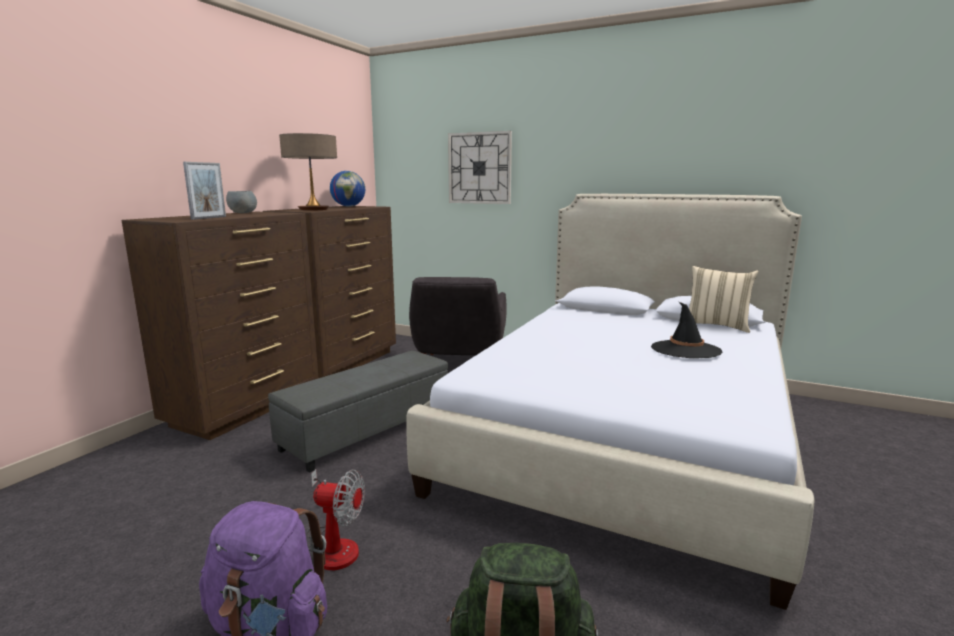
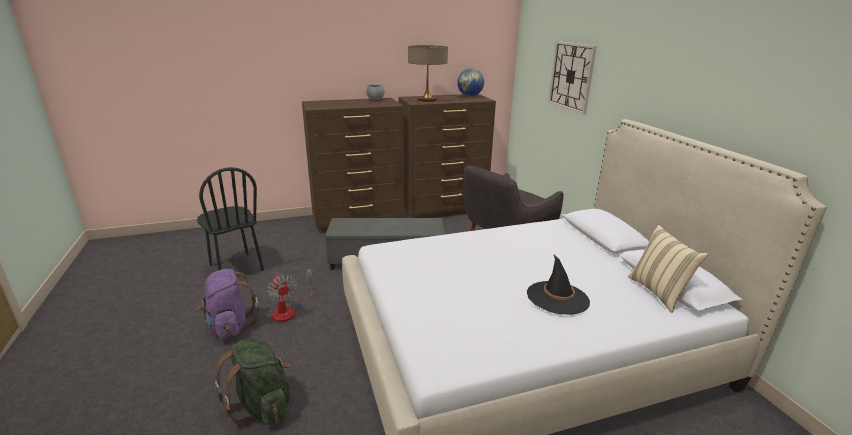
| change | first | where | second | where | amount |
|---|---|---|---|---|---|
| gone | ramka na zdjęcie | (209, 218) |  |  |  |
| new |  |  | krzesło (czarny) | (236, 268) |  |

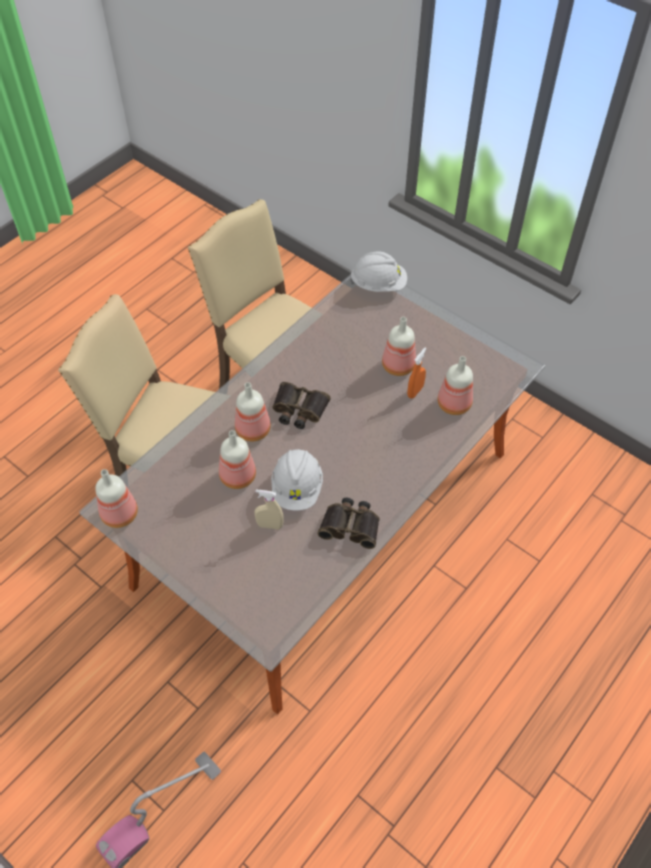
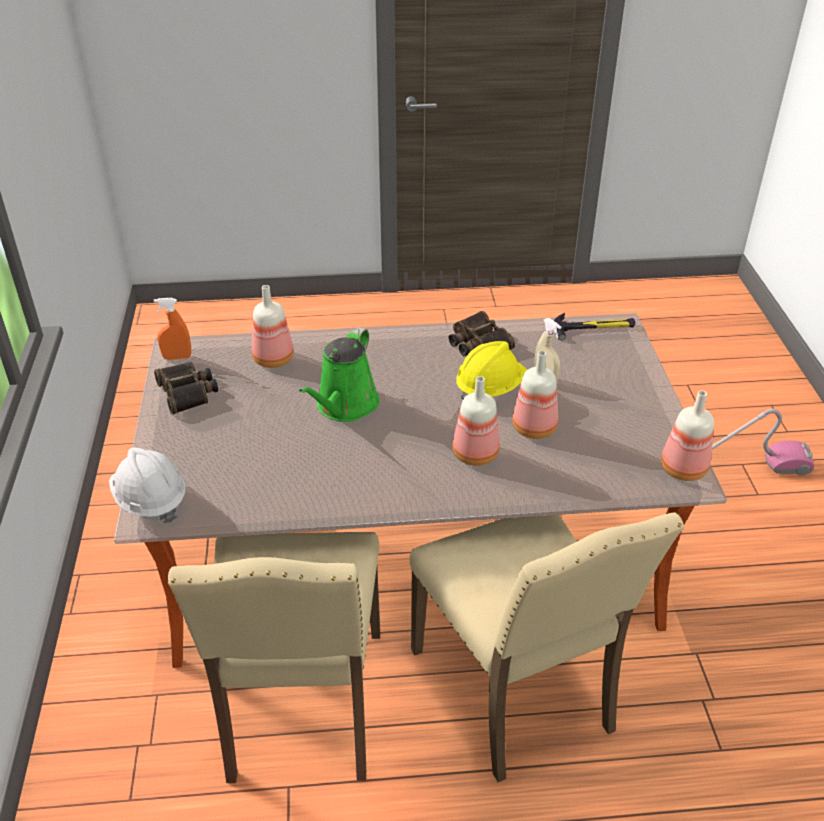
| change | first | where | second | where | amount |
|---|---|---|---|---|---|
| gone | butelka | (397, 366) |  |  |  |
| new |  |  | konewka (zielony) | (344, 406) |  |
| new |  |  | młotek | (593, 327) |  |
| shifted | lornetka | (298, 409) |  | (188, 392) |  |
| shifted | spryskiwacz (pomarańczowy) | (415, 391) |  | (177, 357) |  |
| repainted | kask (biały) | (297, 488) | kask (żółty) | (490, 388) |  |

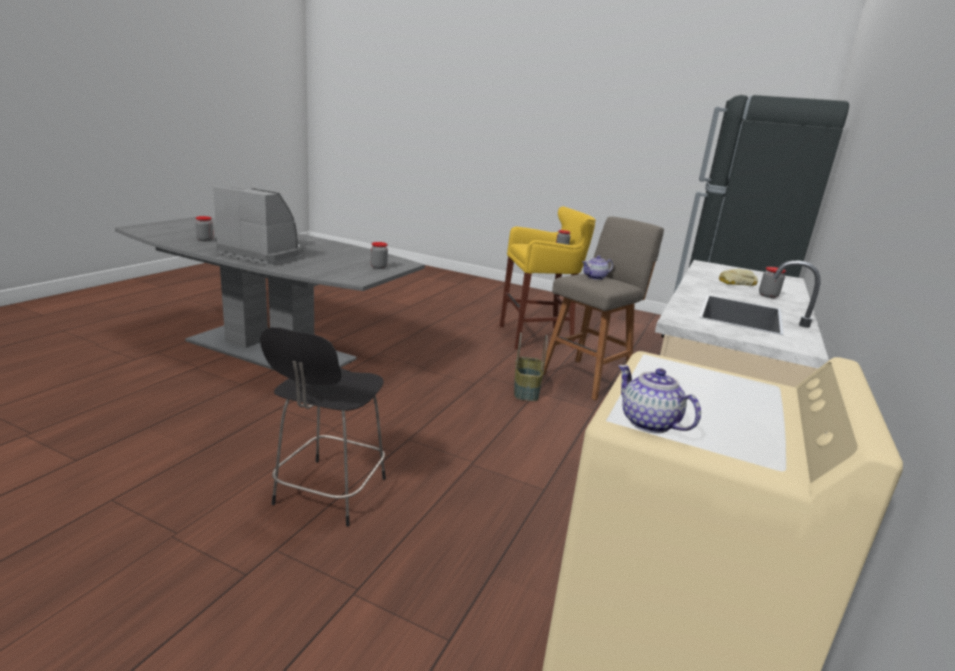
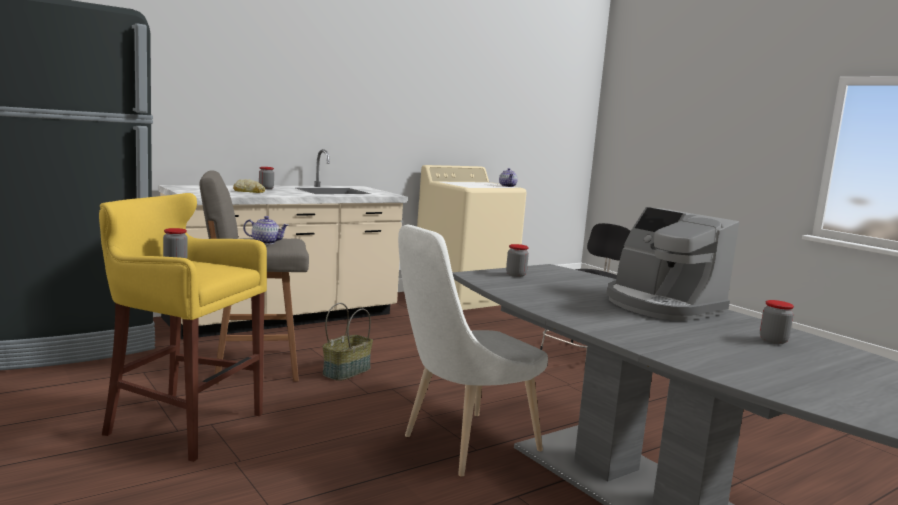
| change | first | where | second | where | amount |
|---|---|---|---|---|---|
| new |  |  | krzesło (biały) | (463, 446) |  |

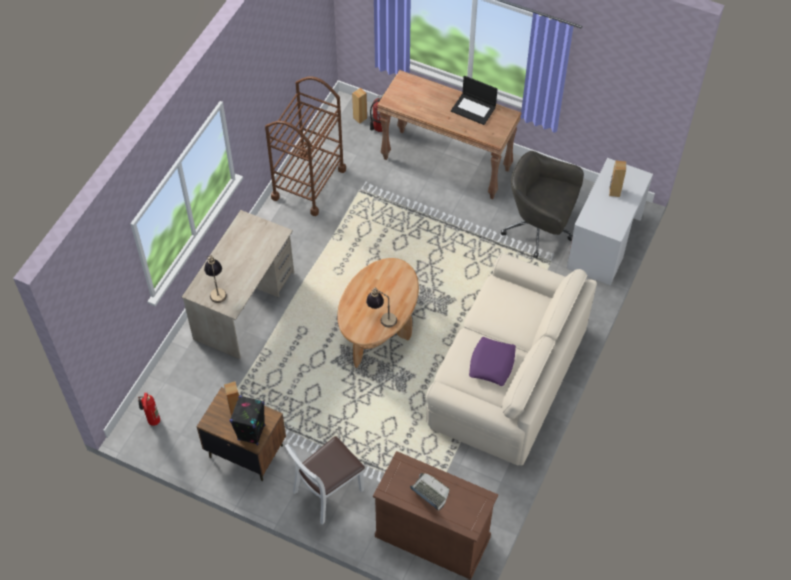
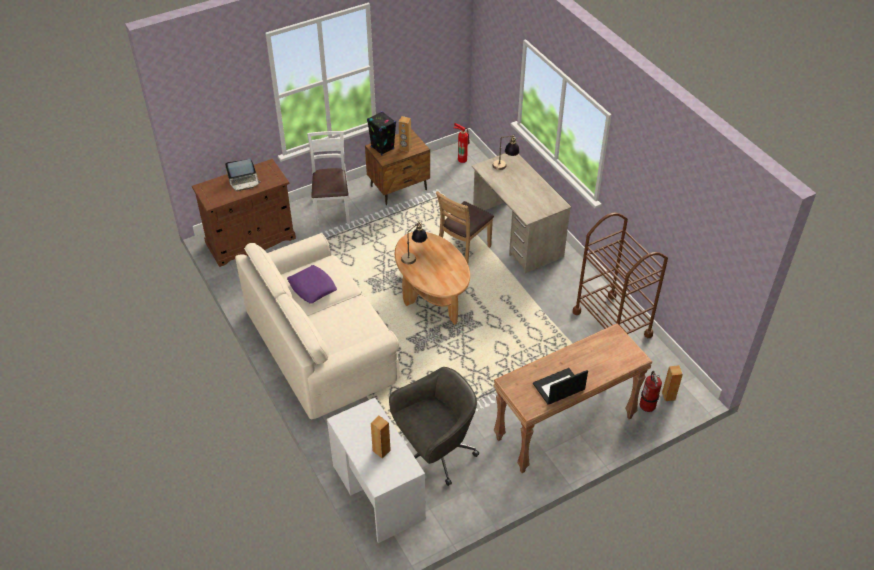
| change | first | where | second | where | amount |
|---|---|---|---|---|---|
| new |  |  | krzesło (brązowy) | (463, 251) |  |

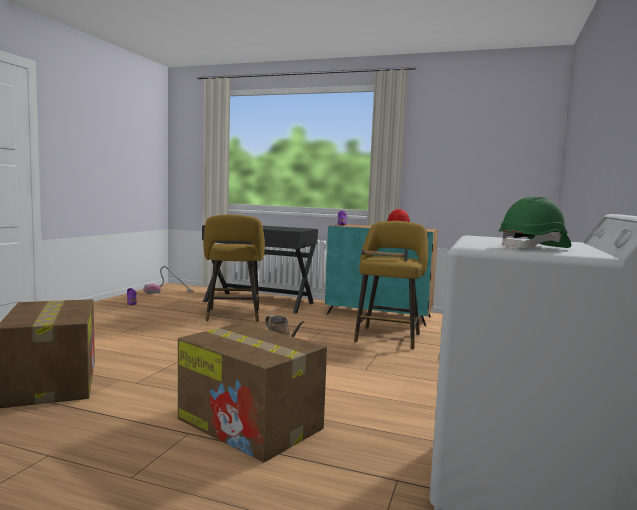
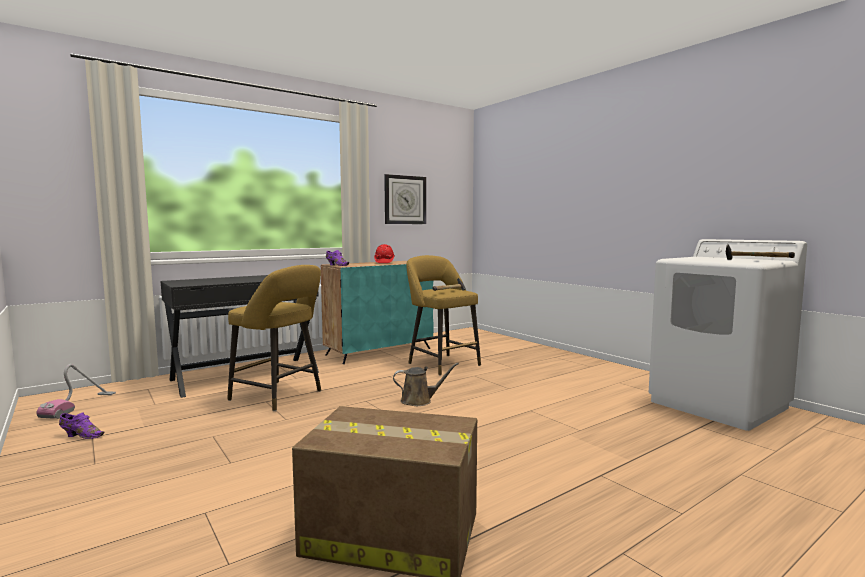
| change | first | where | second | where | amount |
|---|---|---|---|---|---|
| gone | karton | (251, 424) |  |  |  |
| new |  |  | zegar ścienny | (405, 200) |  |
| swapped | kask (zielony) | (534, 248) | młotek | (755, 261) |  |

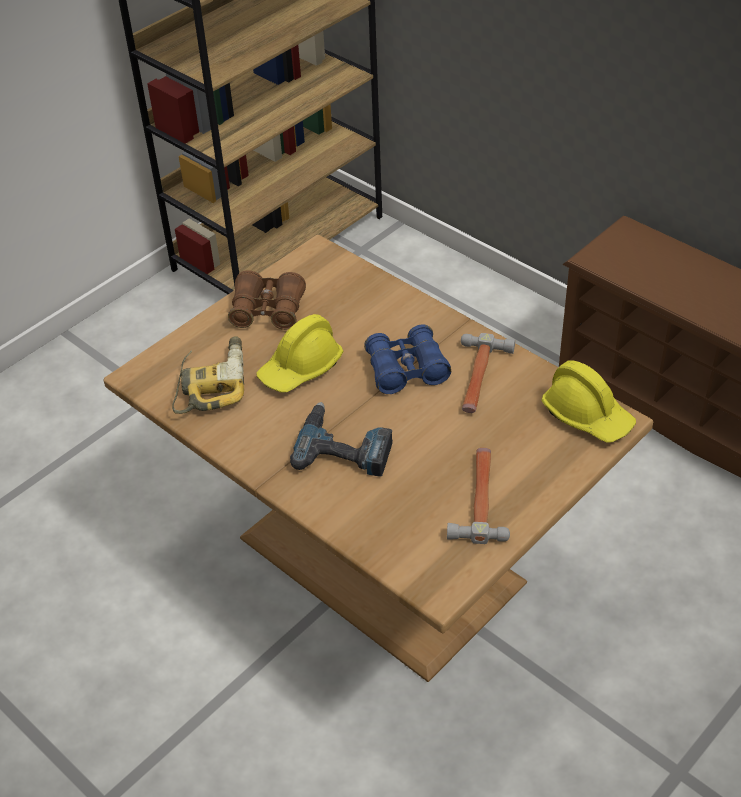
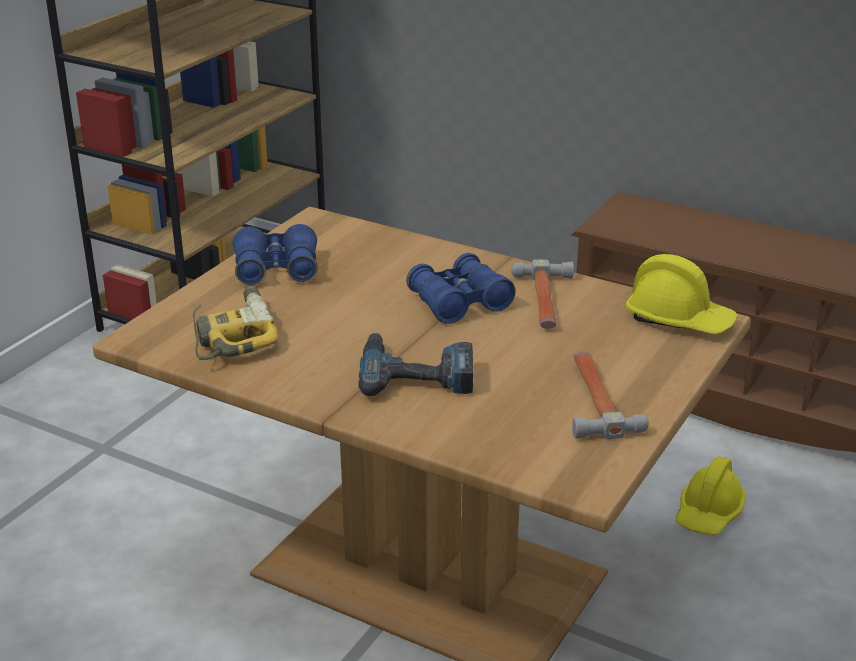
| change | first | where | second | where | amount |
|---|---|---|---|---|---|
| shifted | kask (żółty) | (301, 368) |  | (709, 513) |  |
| repainted | lornetka (brązowy) | (268, 311) | lornetka (niebieski) | (276, 270) |  |

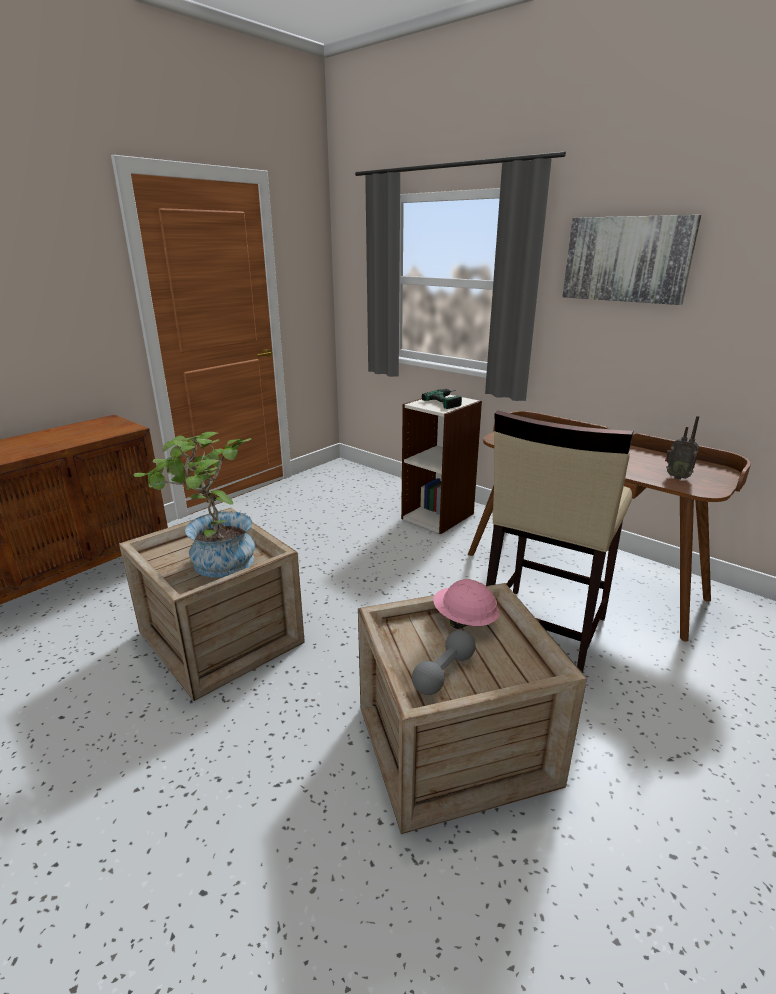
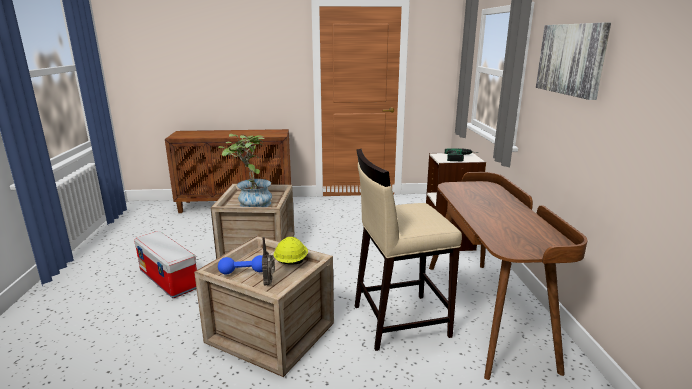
| change | first | where | second | where | amount |
|---|---|---|---|---|---|
| new |  |  | pojemnik do przechowywania | (169, 279) |  |
| shifted | radio | (677, 477) |  | (269, 283) |  |
| repainted | hantel (szary) | (444, 672) | hantel (niebieski) | (244, 272) |  |
| repainted | kask (różowy) | (464, 621) | kask (żółty) | (291, 262) |  |

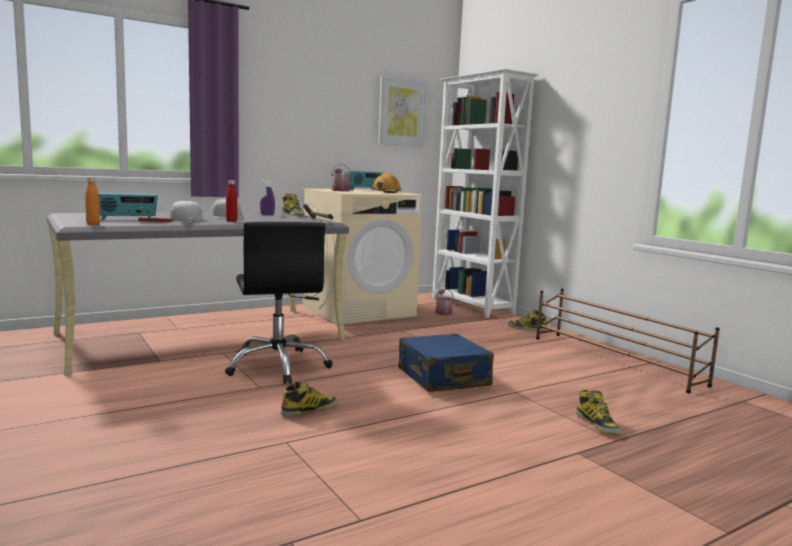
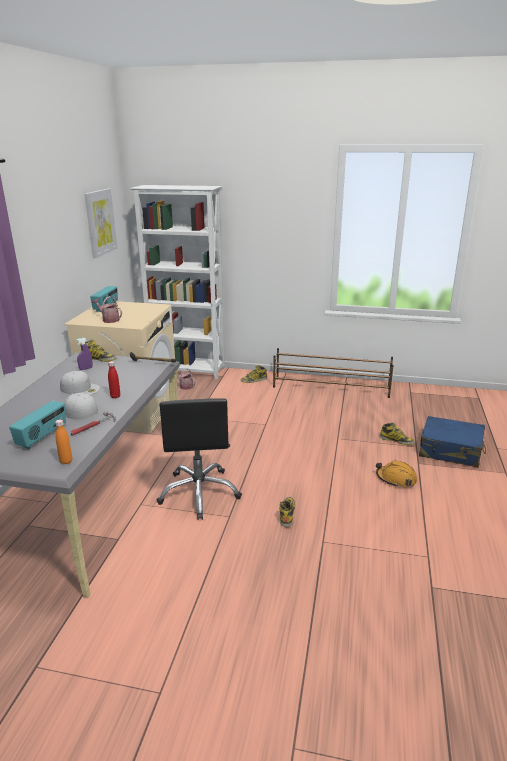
| change | first | where | second | where | amount |
|---|---|---|---|---|---|
| shifted | kask (pomarańczowy) | (385, 192) |  | (396, 479) |  |
| shifted | walizka (niebieski) | (443, 377) |  | (450, 451) |  |
| rotated | krzesło biurowe (czarny) | (278, 366) |  | (199, 493) | 60 degrees clockwise |

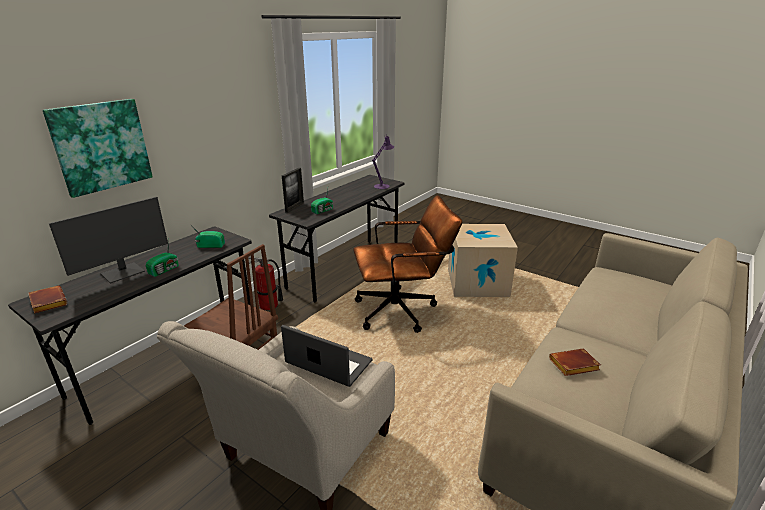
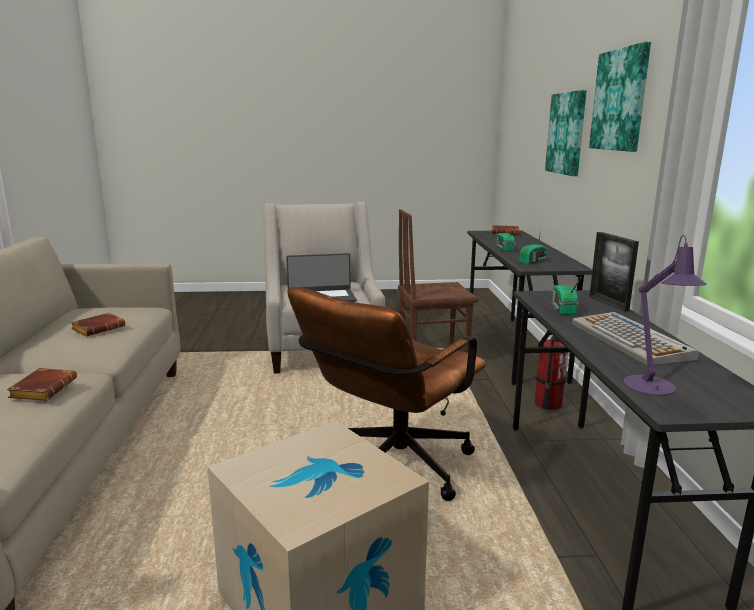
| change | first | where | second | where | amount |
|---|---|---|---|---|---|
| gone | monitor | (123, 273) |  |  |  |
| new |  |  | książka (brązowy) | (43, 389) |  |
| new |  |  | klawiatura | (631, 340) |  |
| new |  |  | obraz | (620, 100) |  |

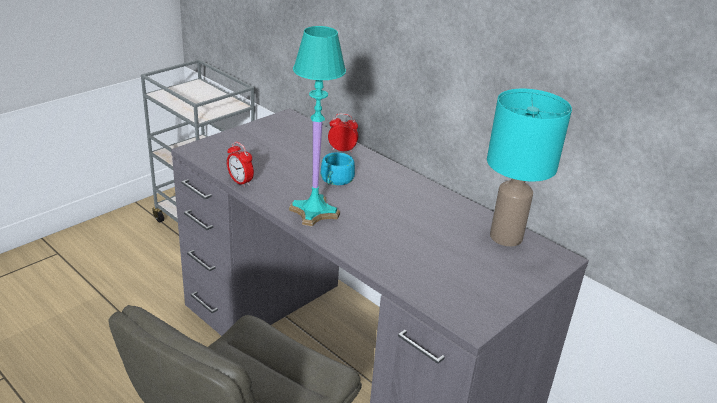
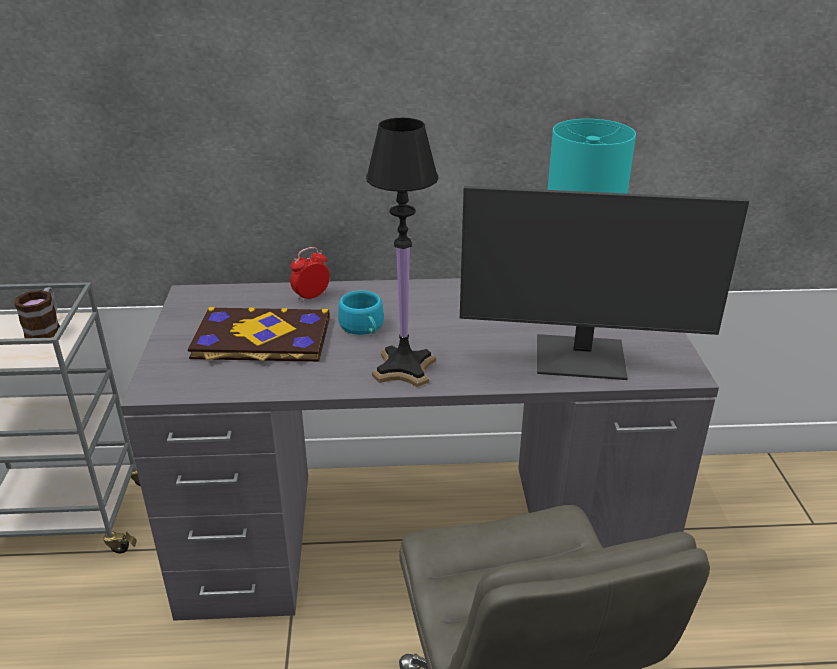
| change | first | where | second | where | amount |
|---|---|---|---|---|---|
| gone | budzik | (240, 182) |  |  |  |
| new |  |  | kubek | (46, 328) |  |
| new |  |  | książka | (261, 339) |  |
| new |  |  | monitor | (581, 359) |  |
| repainted | lampa stołowa (turkusowy) | (313, 212) | lampa stołowa (czarny) | (404, 369) |  |

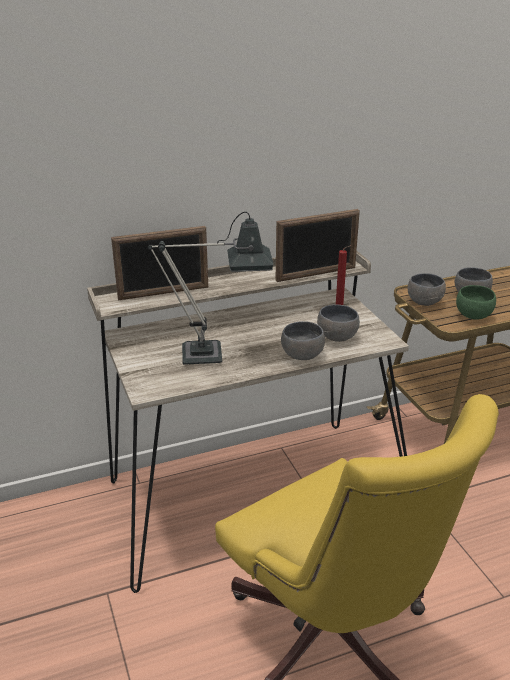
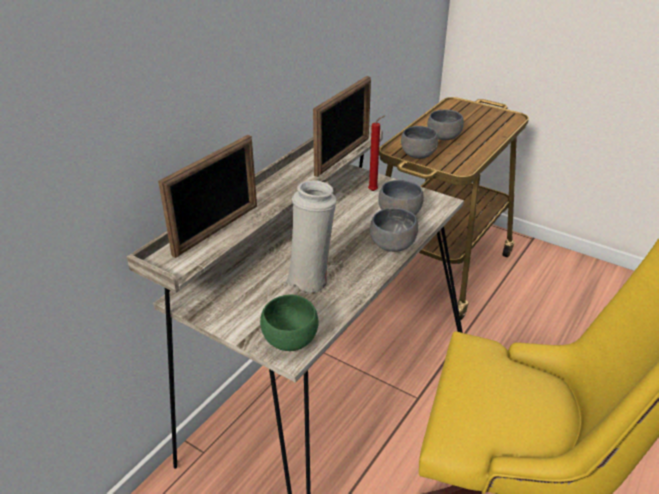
| change | first | where | second | where | amount |
|---|---|---|---|---|---|
| shifted | miska (zielony) | (473, 316) |  | (291, 342) |  |
| swapped | lampa stołowa | (214, 354) | wazon (biały) | (311, 279) |  |

